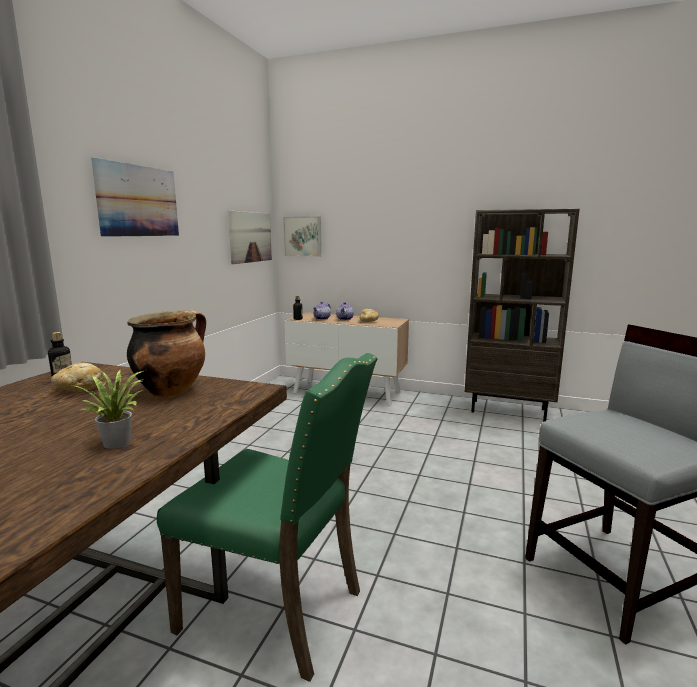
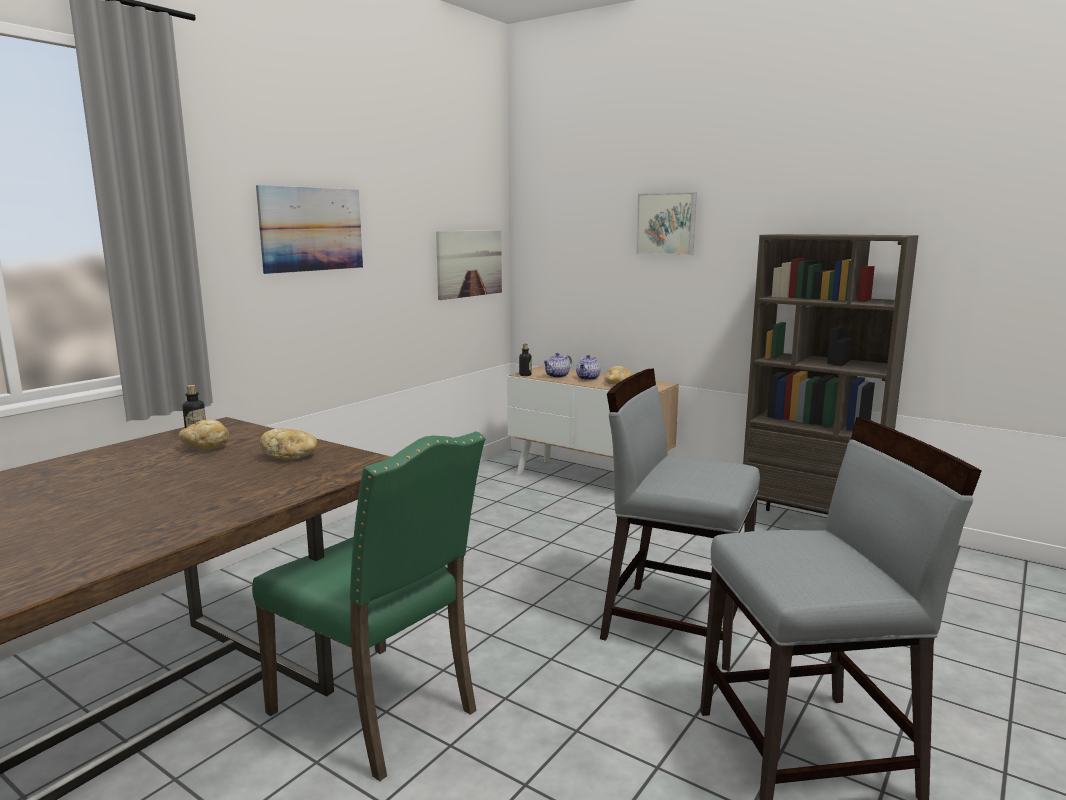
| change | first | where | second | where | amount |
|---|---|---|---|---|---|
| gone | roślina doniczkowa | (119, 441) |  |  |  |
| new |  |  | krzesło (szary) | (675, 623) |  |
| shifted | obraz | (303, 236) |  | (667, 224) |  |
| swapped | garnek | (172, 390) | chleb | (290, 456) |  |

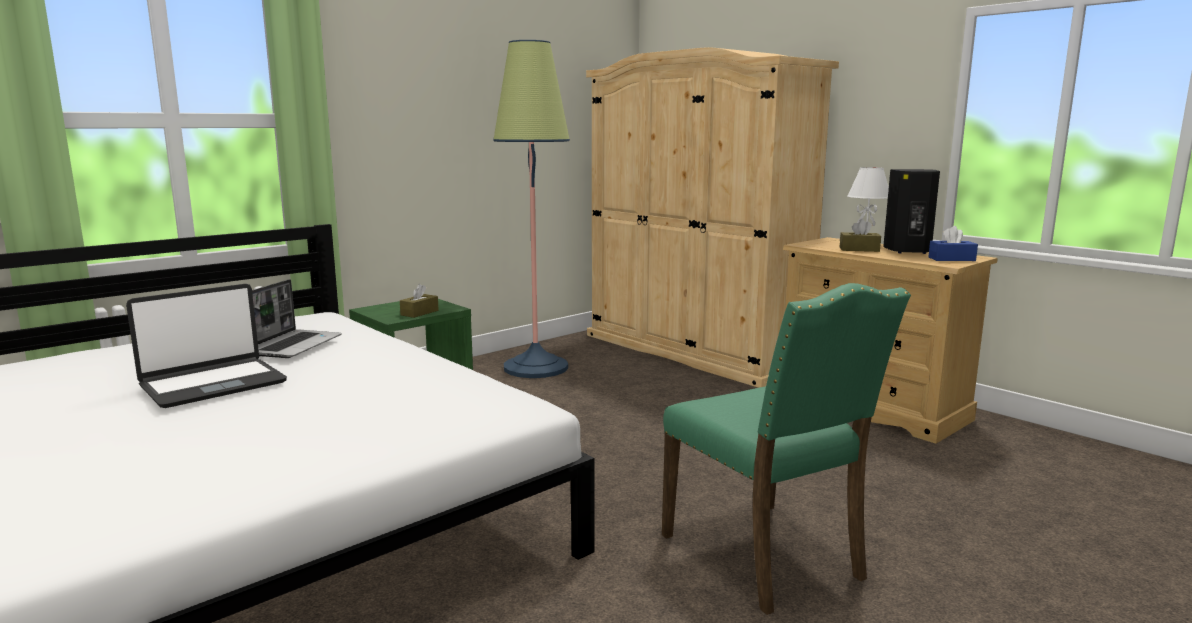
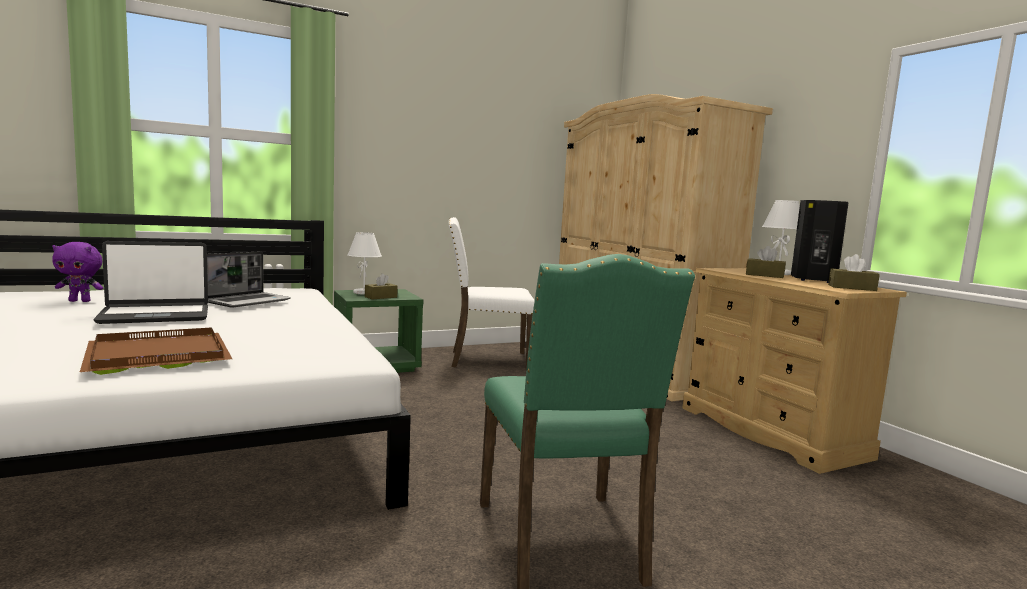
| change | first | where | second | where | amount |
|---|---|---|---|---|---|
| new |  |  | pluszak (fioletowy) | (80, 301) |  |
| new |  |  | taca (brązowy) | (161, 354) |  |
| new |  |  | lampa stołowa (biały) | (364, 293) |  |
| swapped | lampa stojąca | (535, 367) | krzesło (biały) | (487, 360) |  |
| repainted | pudełko chusteczek (niebieski) | (951, 259) | pudełko chusteczek (brązowy) | (851, 288) |  |

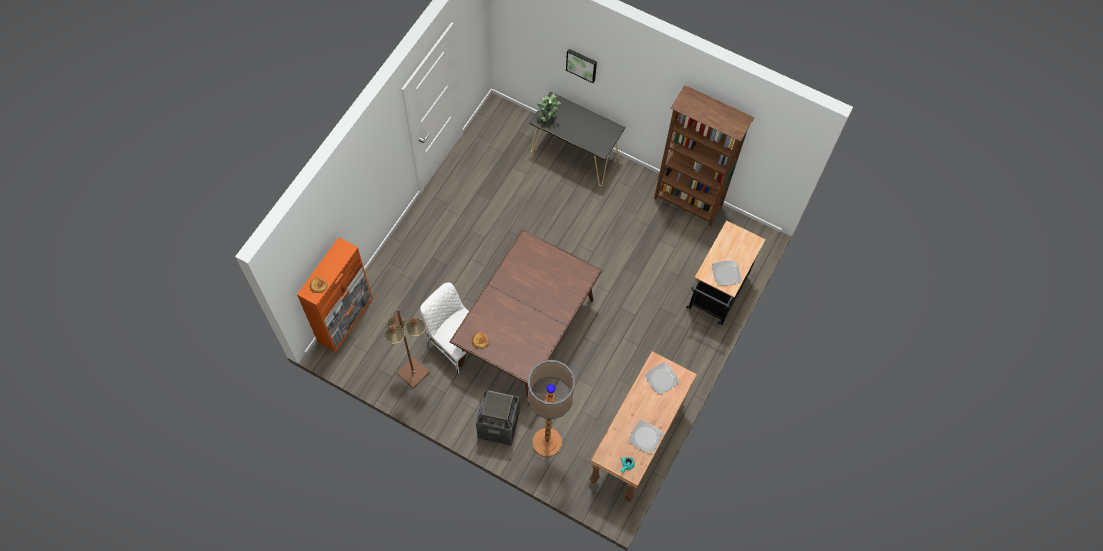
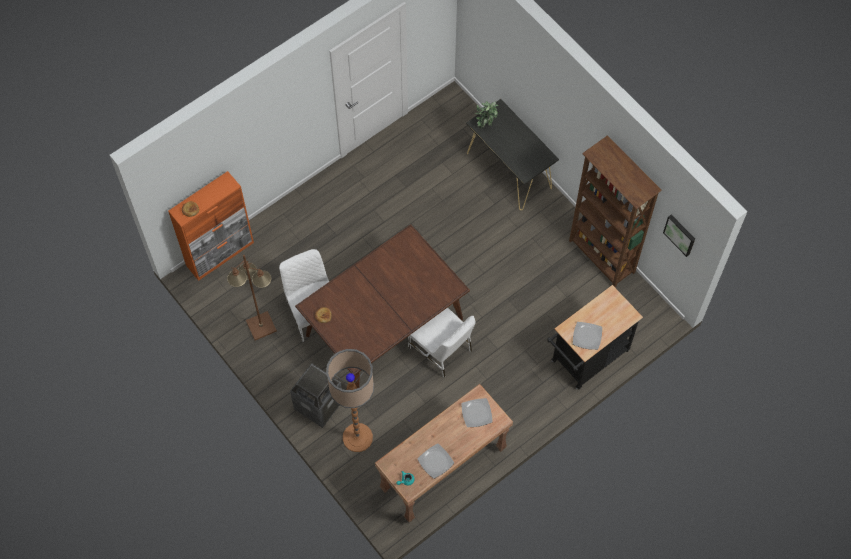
| change | first | where | second | where | amount |
|---|---|---|---|---|---|
| new |  |  | krzesło (biały) | (441, 349) |  |
| shifted | obraz | (582, 64) |  | (680, 234) |  |

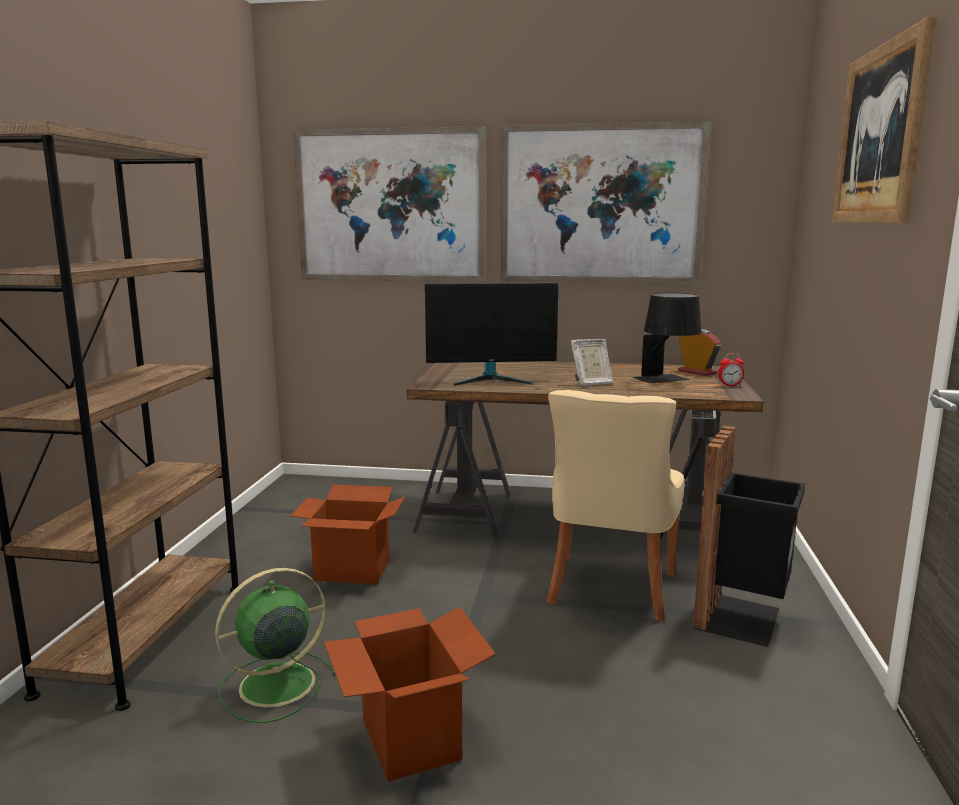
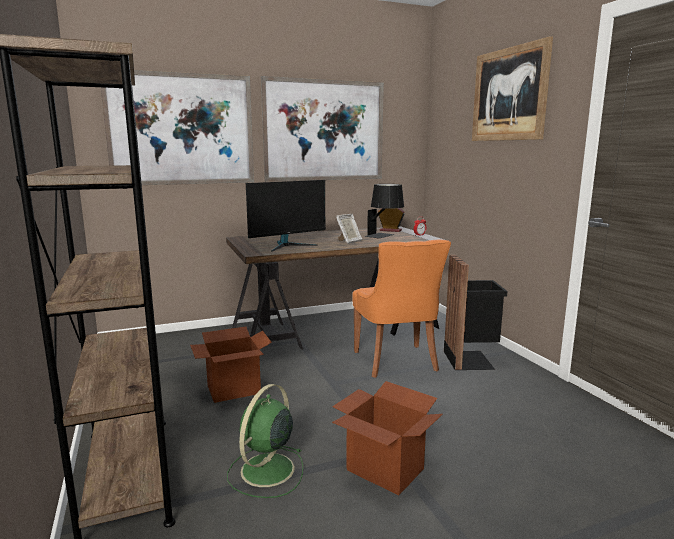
| change | first | where | second | where | amount |
|---|---|---|---|---|---|
| repainted | krzesło (beżowy) | (610, 590) | krzesło (pomarańczowy) | (396, 362) |  |

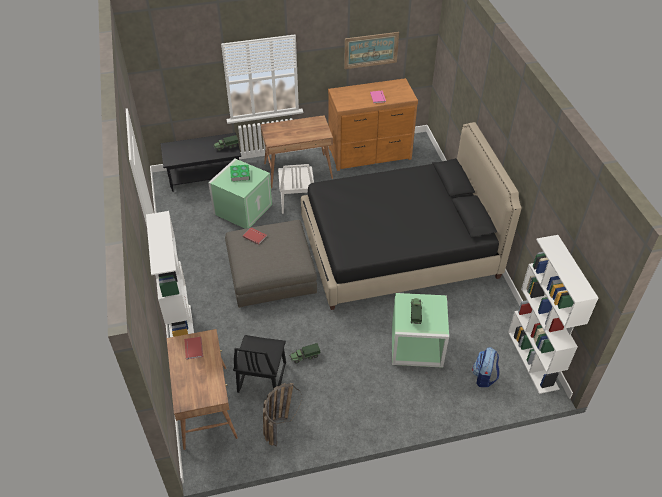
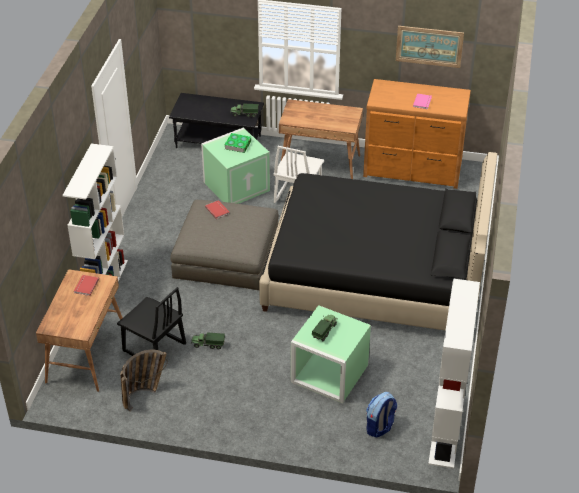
| change | first | where | second | where | amount |
|---|---|---|---|---|---|
| rotated | krzesło (czarny) | (261, 377) |  | (154, 348) | 90 degrees counterclockwise |

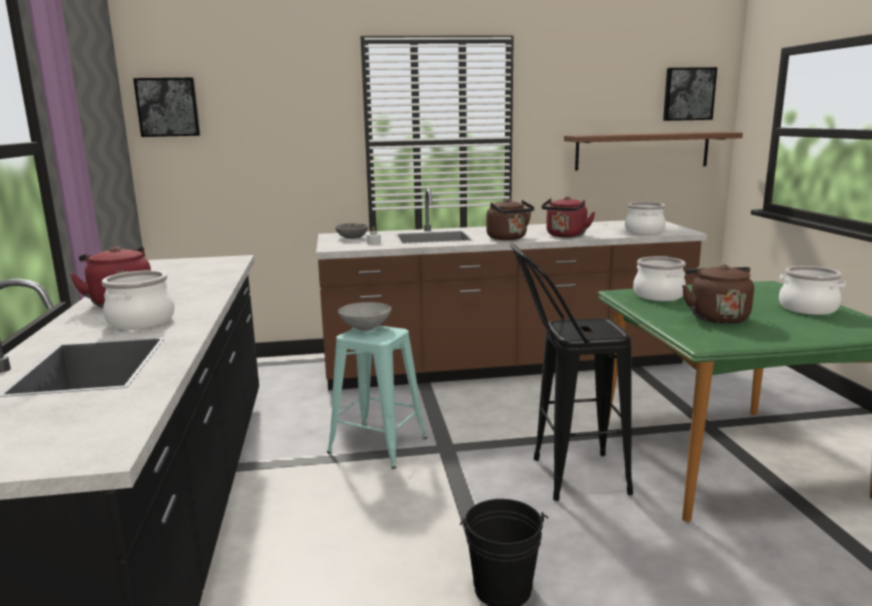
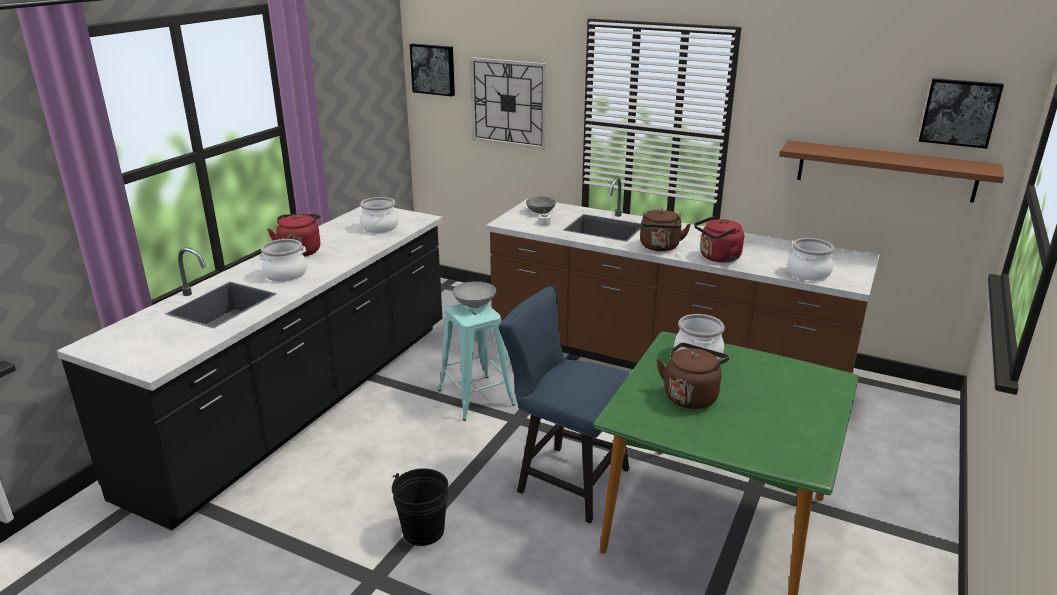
| change | first | where | second | where | amount |
|---|---|---|---|---|---|
| new |  |  | zegar ścienny | (508, 103) |  |
| shifted | garnek | (807, 308) |  | (379, 227) |  |
| swapped | stołek (czarny) | (564, 477) | krzesło (niebieski) | (565, 479) |  |

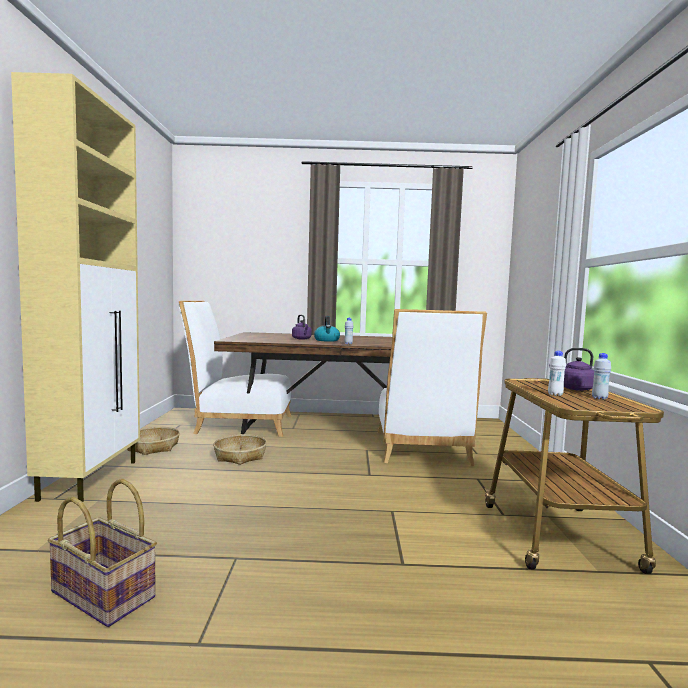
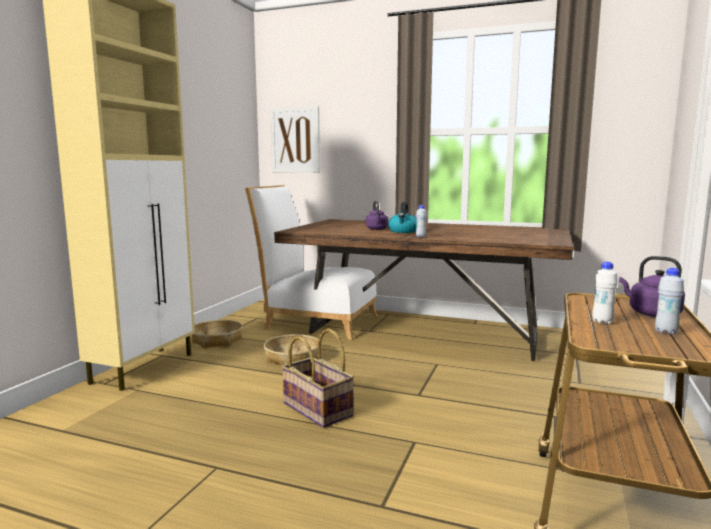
| change | first | where | second | where | amount |
|---|---|---|---|---|---|
| gone | krzesło (biały) | (422, 450) |  |  |  |
| new |  |  | obraz | (295, 140) |  |
| shifted | koszyk | (105, 594) |  | (318, 409) |  |

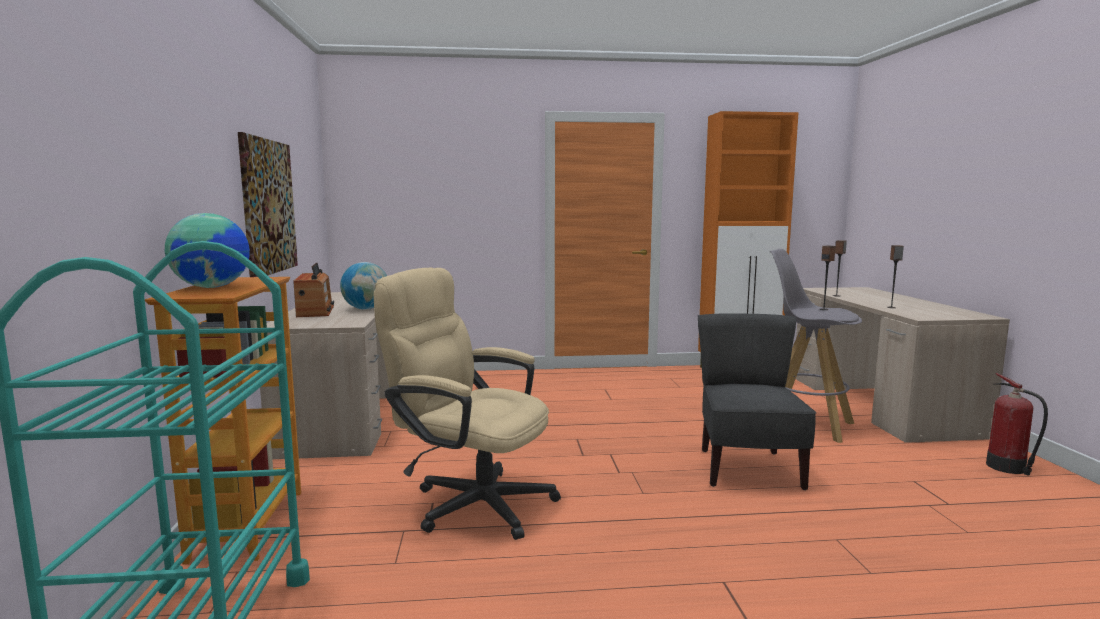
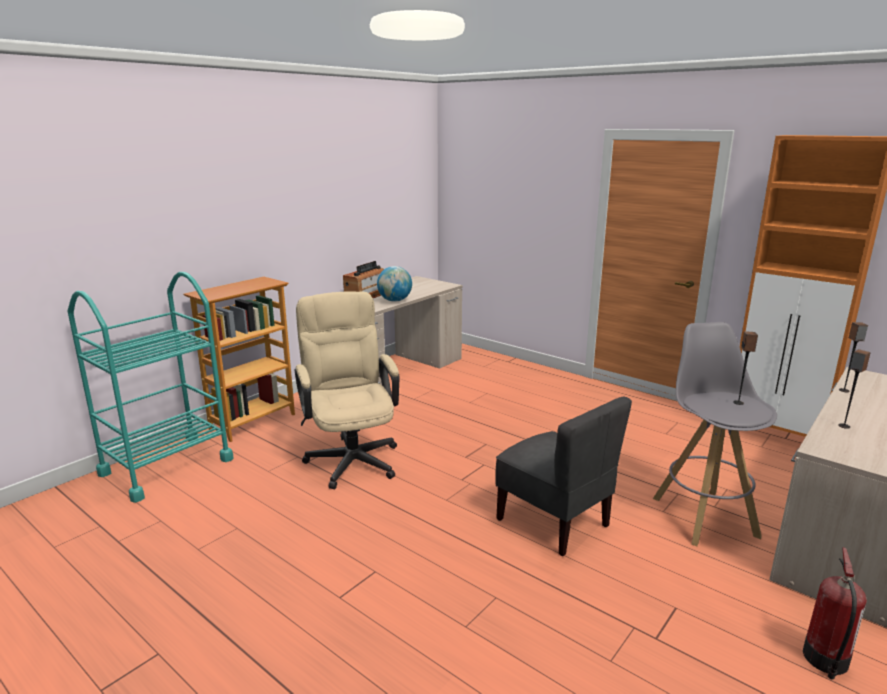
| change | first | where | second | where | amount |
|---|---|---|---|---|---|
| gone | globus | (212, 287) |  |  |  |
| gone | obraz | (268, 206) |  |  |  |
| rotated | krzesło (szary) | (747, 469) |  | (554, 522) | 90 degrees clockwise |

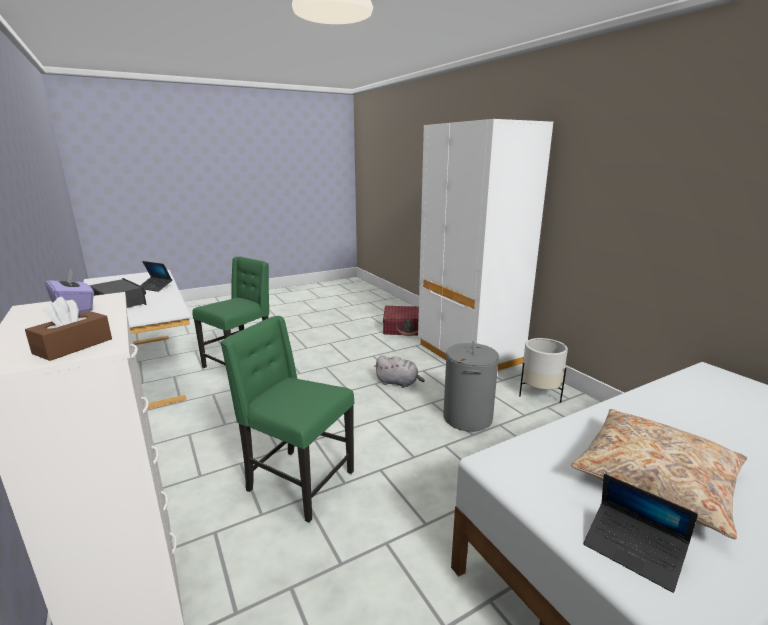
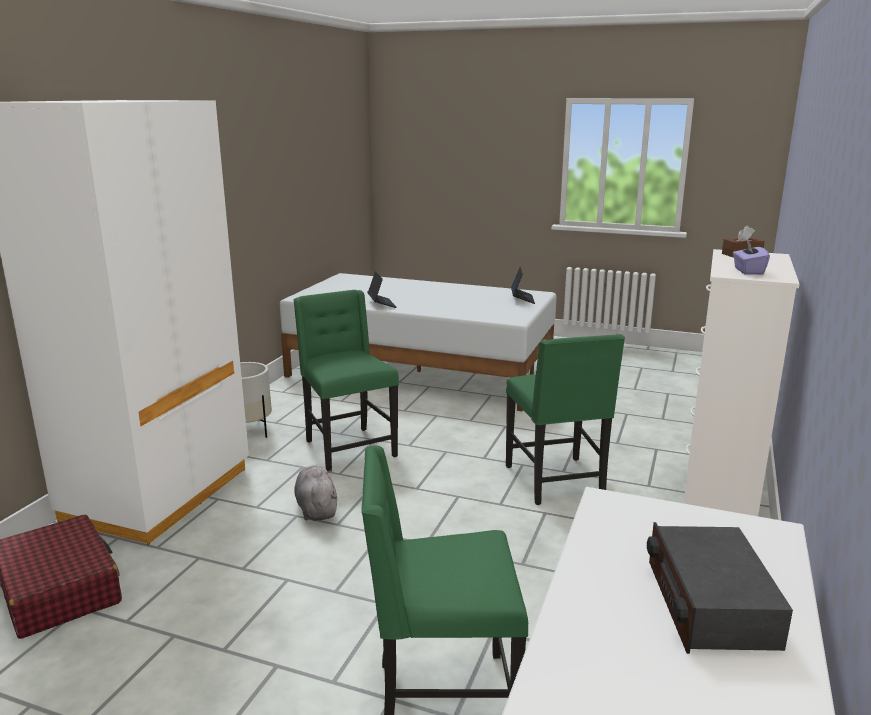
| change | first | where | second | where | amount |
|---|---|---|---|---|---|
| gone | poduszka (beżowy) | (656, 479) |  |  |  |
| shifted | laptop | (155, 287) |  | (381, 304) |  |
| swapped | kosz na pranie (szary) | (467, 418) | krzesło (zielony) | (348, 448) |  |

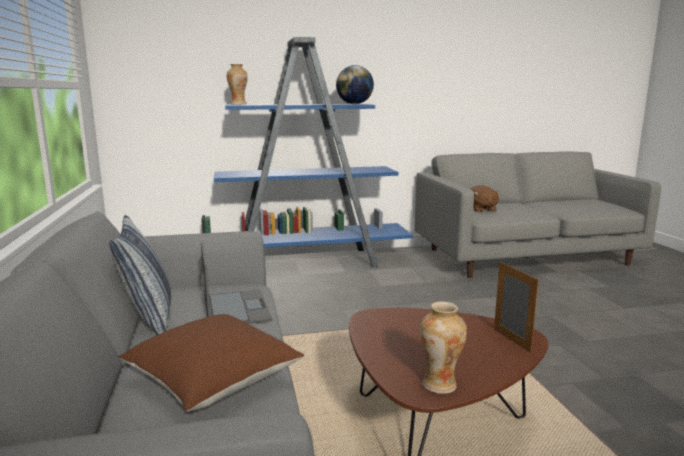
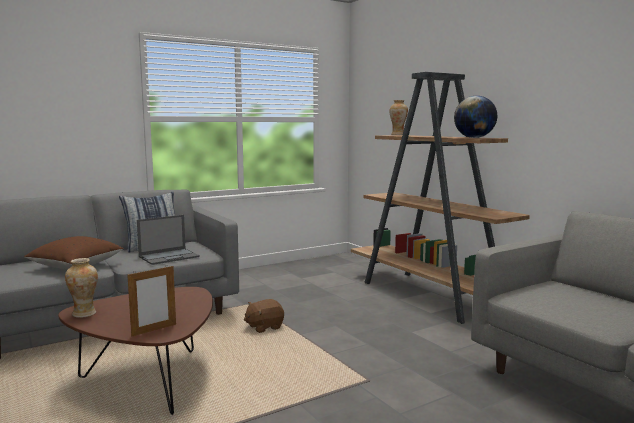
| change | first | where | second | where | amount |
|---|---|---|---|---|---|
| shifted | pluszak (brązowy) | (481, 210) |  | (264, 327) |  |
| repainted | regał (niebieski) | (307, 262) | regał (brązowy) | (432, 296) |  |

